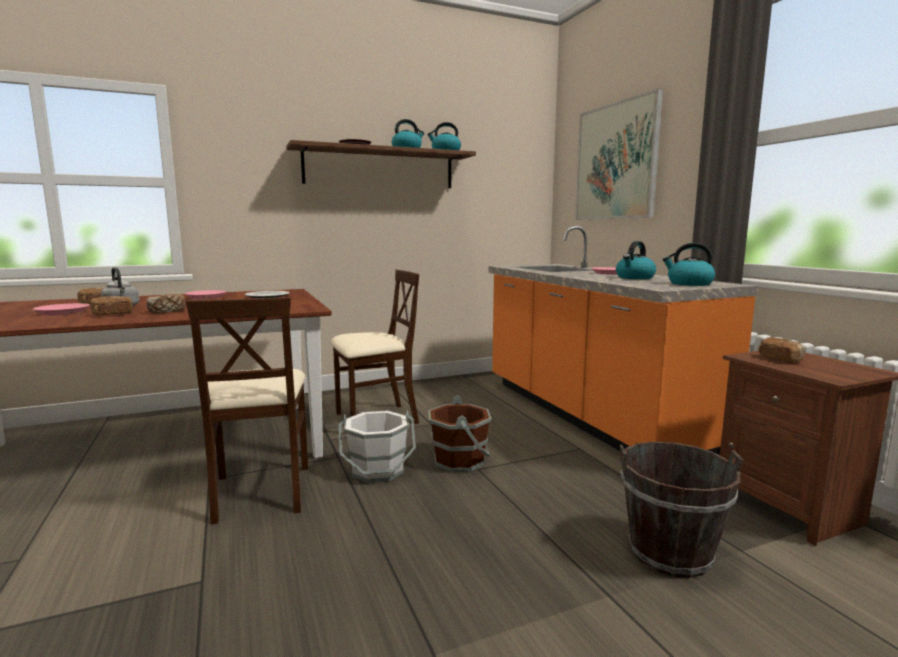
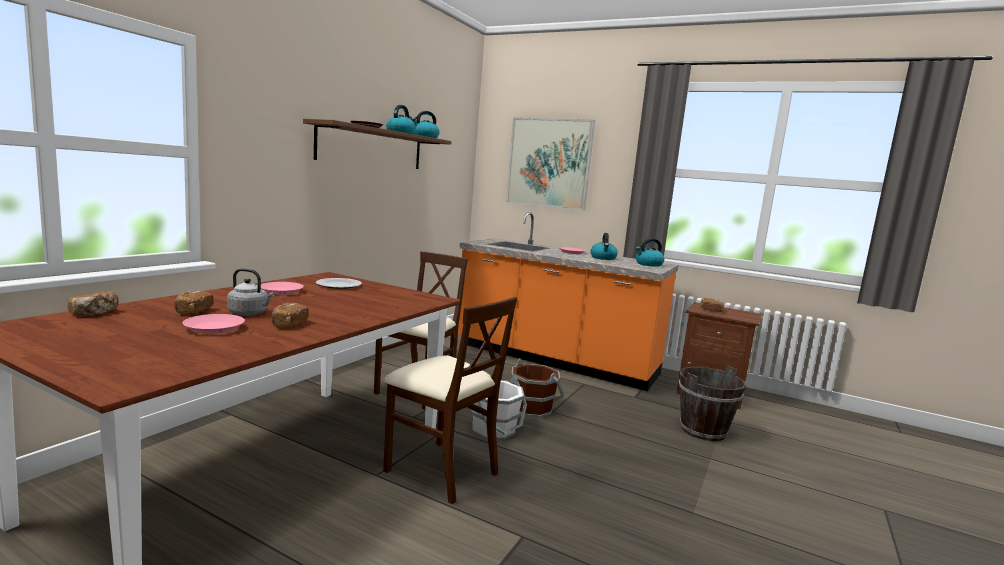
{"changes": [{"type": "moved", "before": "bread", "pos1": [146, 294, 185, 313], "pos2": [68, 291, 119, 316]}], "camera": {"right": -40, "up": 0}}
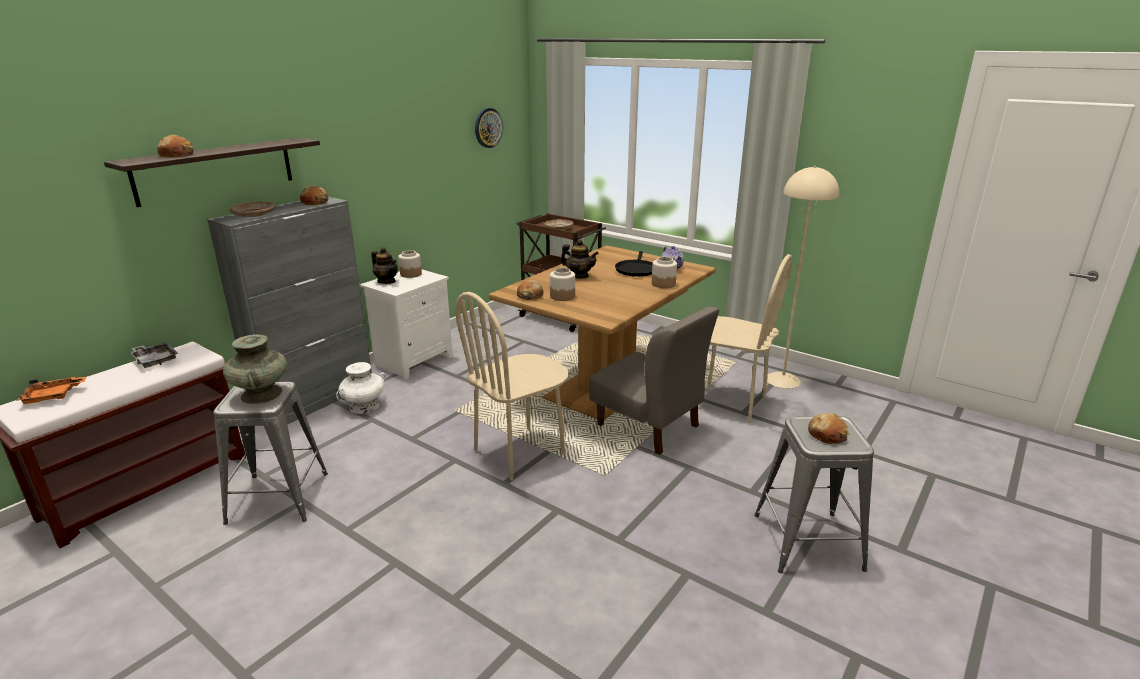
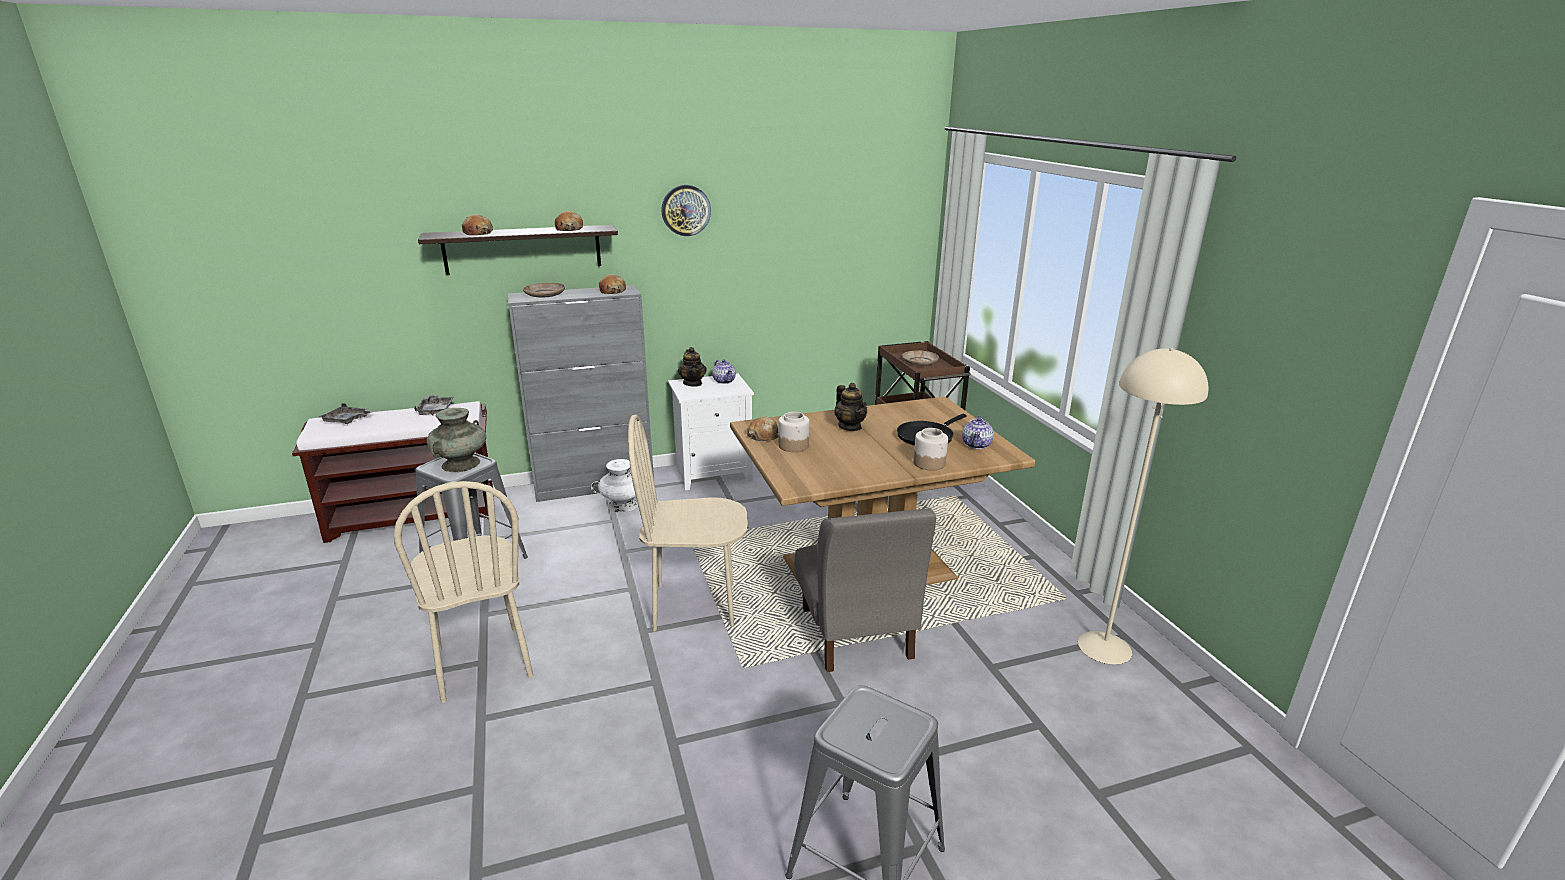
{"changes": [{"type": "recoloured", "before": "orange tray", "after": "grey tray", "pos1": [16, 377, 87, 404], "pos2": [319, 403, 373, 424]}, {"type": "replaced", "before": "jar", "after": "teapot", "pos1": [398, 250, 422, 278], "pos2": [712, 359, 736, 384]}, {"type": "moved", "before": "wall clock", "pos1": [475, 108, 503, 148], "pos2": [661, 185, 711, 236]}, {"type": "moved", "before": "beige chair", "pos1": [708, 254, 792, 422], "pos2": [394, 481, 533, 703]}, {"type": "moved", "before": "bread", "pos1": [808, 413, 849, 444], "pos2": [555, 211, 583, 231]}], "camera": {"right": 35, "up": 0}}
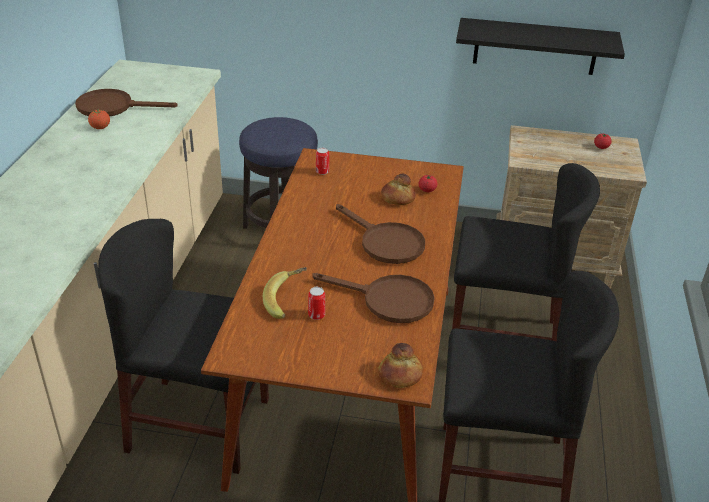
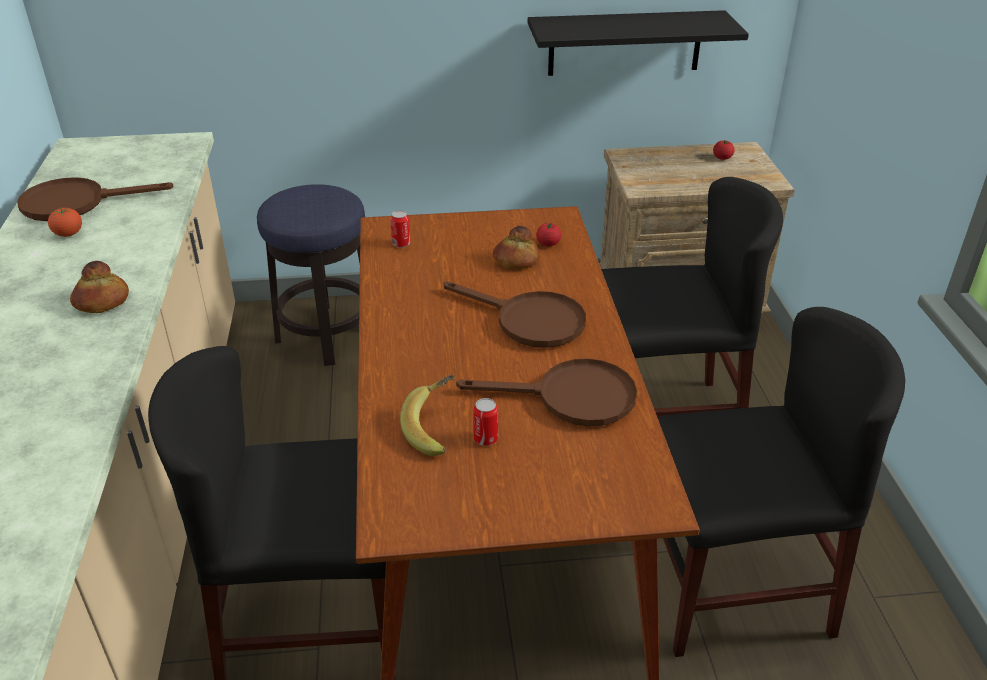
{"changes": [{"type": "moved", "before": "bread", "pos1": [378, 343, 423, 388], "pos2": [70, 261, 129, 313]}], "camera": {"right": -15, "up": 0}}
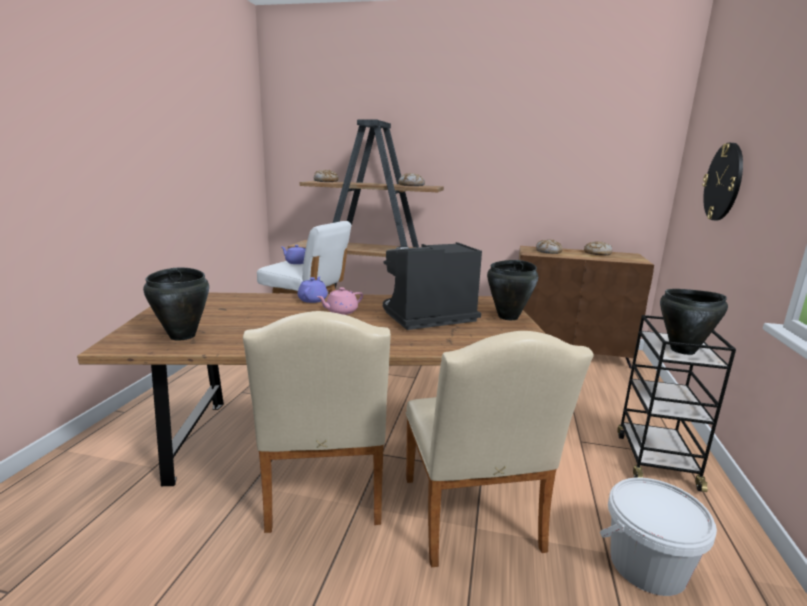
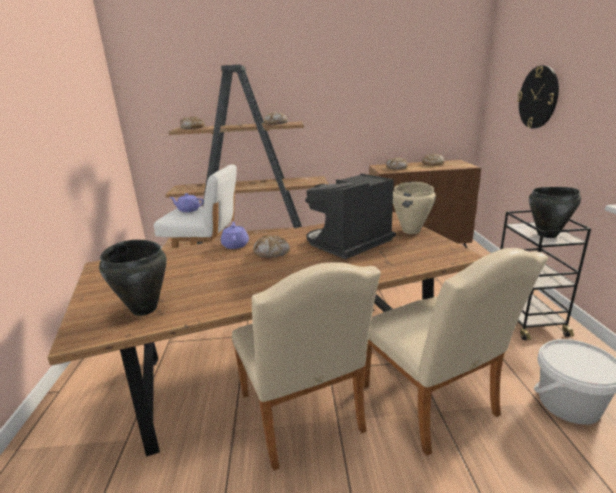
{"changes": [{"type": "replaced", "before": "pink teapot", "after": "bread", "pos1": [317, 287, 363, 315], "pos2": [253, 235, 290, 258]}, {"type": "recoloured", "before": "black cooking pot", "after": "beige cooking pot", "pos1": [487, 260, 538, 320], "pos2": [393, 182, 436, 234]}], "camera": {"right": -15, "up": 5}}
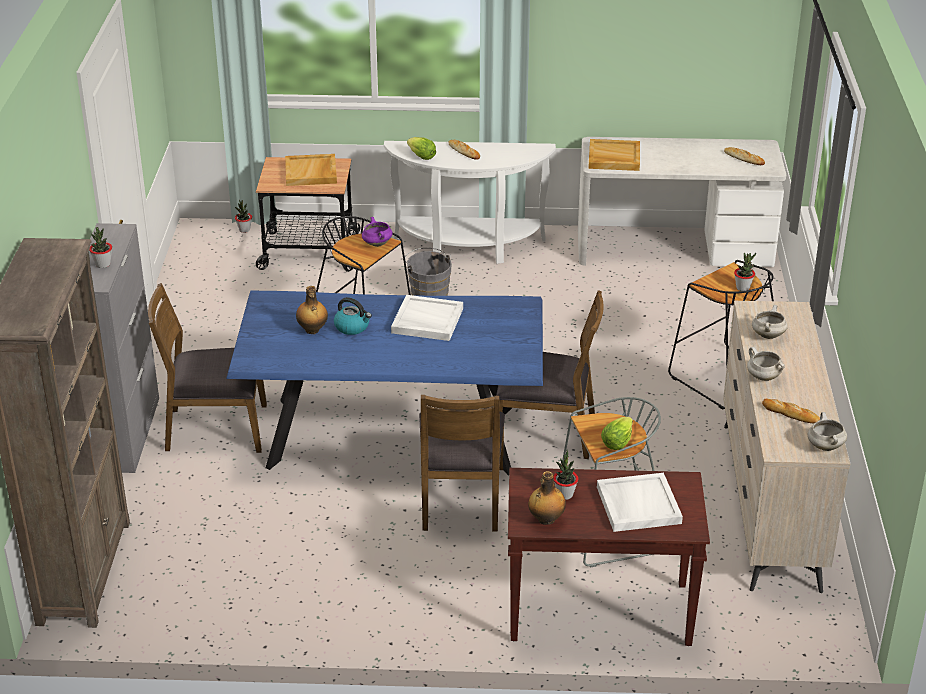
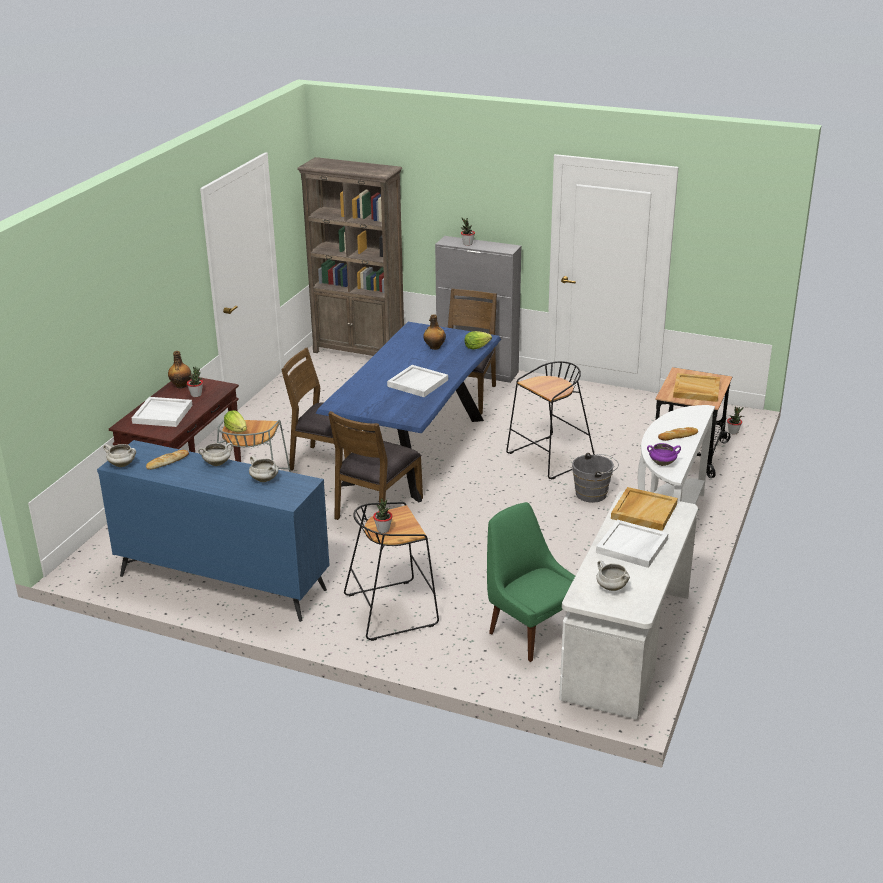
{"changes": [{"type": "removed", "before": "kettle", "pos1": [334, 297, 372, 335]}, {"type": "moved", "before": "purple cooking pot", "pos1": [362, 217, 393, 247], "pos2": [647, 443, 681, 466]}, {"type": "moved", "before": "lettuce", "pos1": [407, 137, 436, 160], "pos2": [465, 331, 492, 350]}, {"type": "recoloured", "before": "beige dresser", "after": "blue dresser", "pos1": [723, 301, 850, 593], "pos2": [97, 440, 330, 622]}, {"type": "replaced", "before": "bread", "after": "white cooking pot", "pos1": [724, 147, 765, 165], "pos2": [596, 560, 630, 591]}, {"type": "added", "after": "green chair", "pos2": [487, 502, 575, 662]}, {"type": "added", "after": "white tray", "pos2": [596, 520, 668, 568]}], "camera": {"right": 110, "up": -5}}
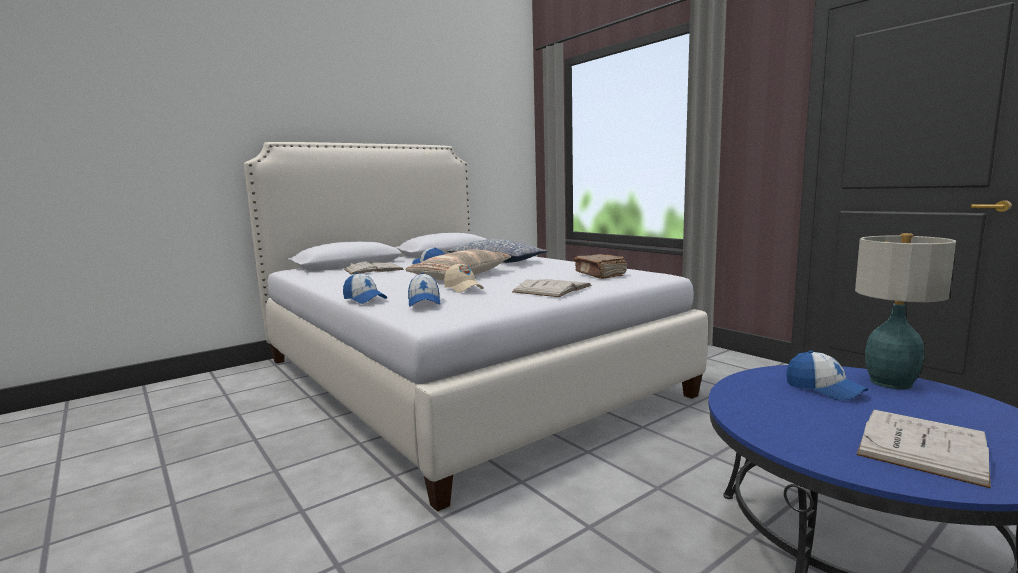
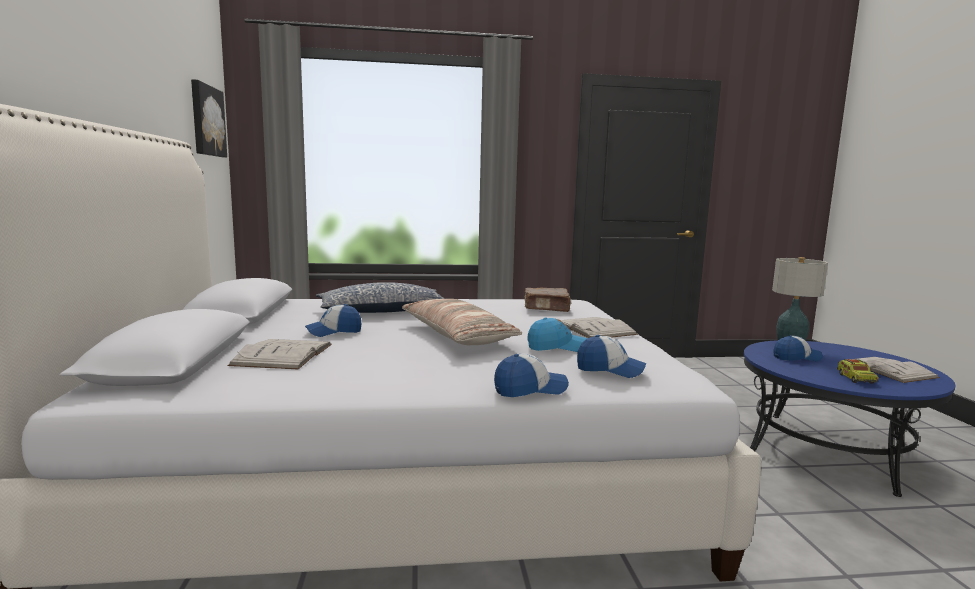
{"changes": [{"type": "recoloured", "before": "beige cap", "after": "blue cap", "pos1": [444, 263, 484, 293], "pos2": [527, 317, 587, 352]}, {"type": "added", "after": "picture", "pos2": [191, 79, 227, 158]}, {"type": "added", "after": "toy truck", "pos2": [837, 359, 879, 384]}], "camera": {"right": -60, "up": 0}}
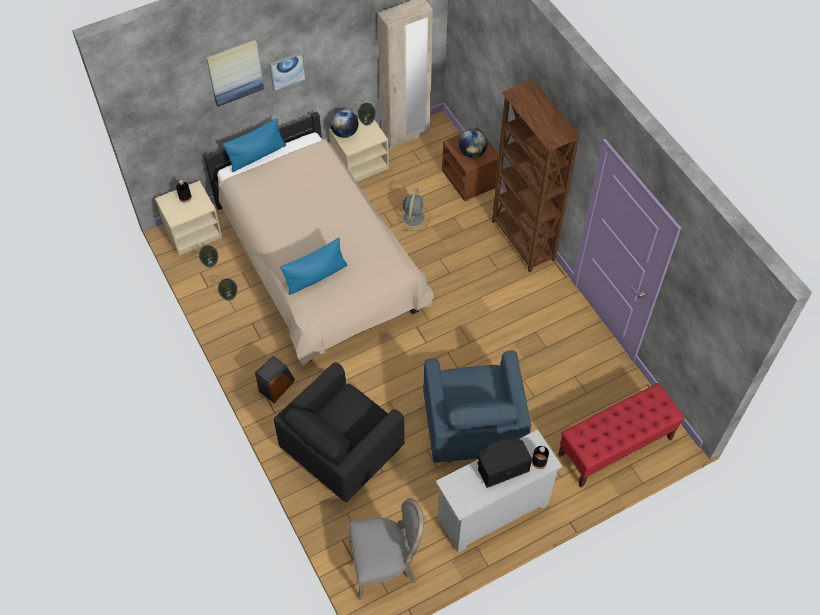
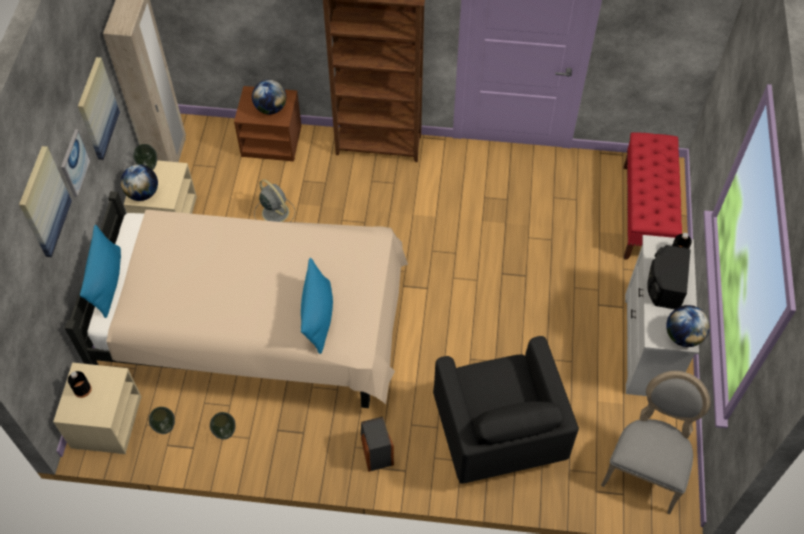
{"changes": [{"type": "removed", "before": "blue armchair", "pos1": [423, 351, 531, 463]}, {"type": "added", "after": "picture", "pos2": [78, 57, 120, 160]}, {"type": "added", "after": "globe", "pos2": [666, 305, 710, 347]}], "camera": {"right": -55, "up": 0}}
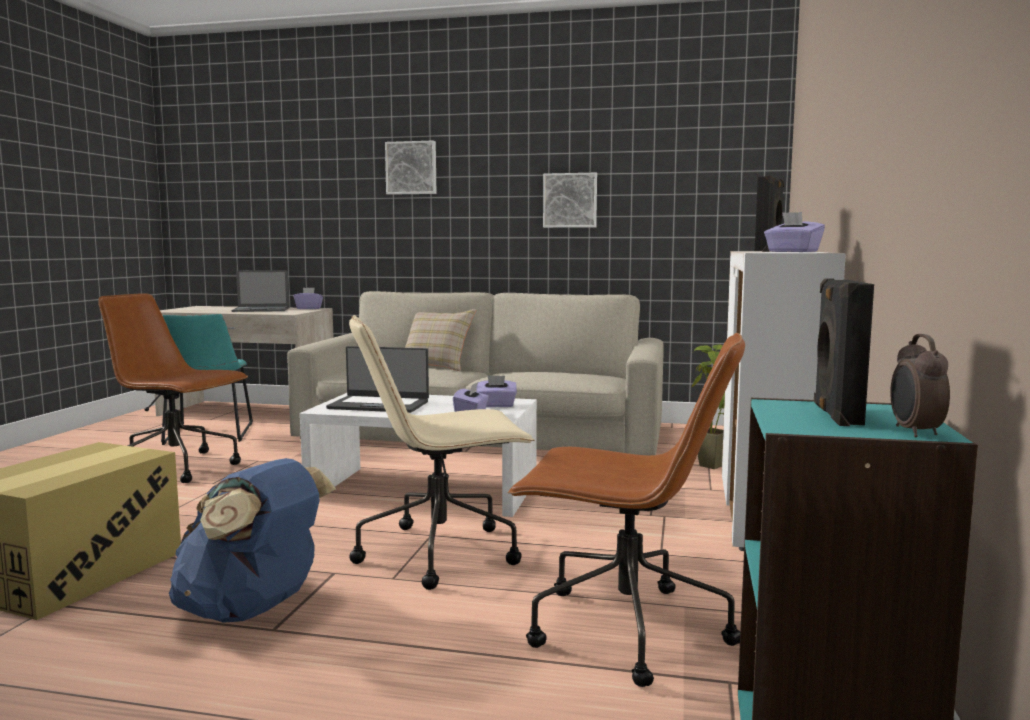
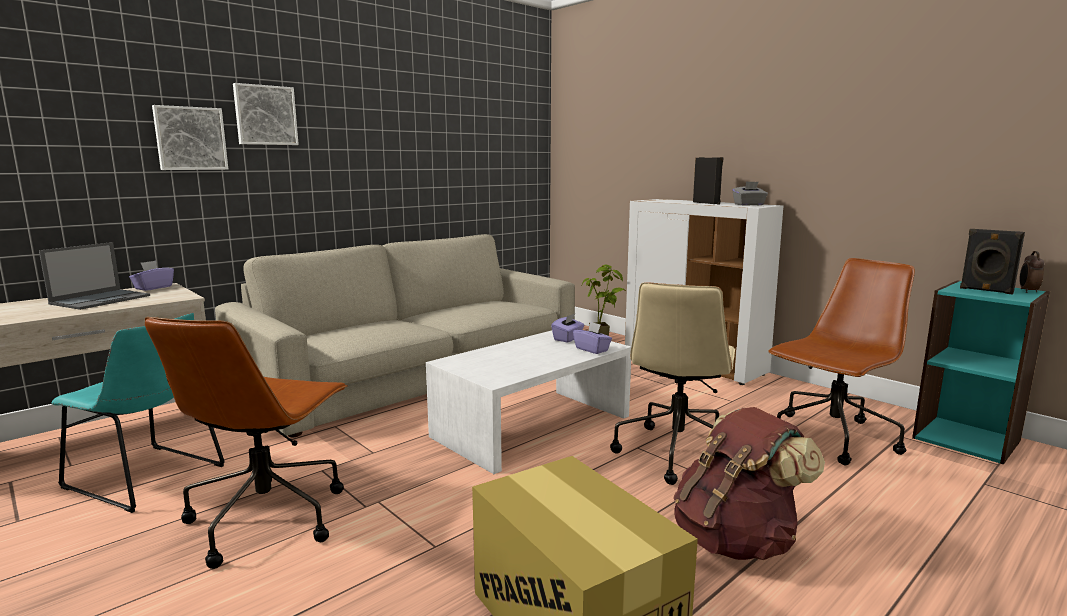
{"changes": [{"type": "turned", "before": "brown office chair", "pos1": [98, 293, 248, 483], "pos2": [145, 317, 348, 569], "turn": -45}, {"type": "recoloured", "before": "blue backpack", "after": "brown backpack", "pos1": [169, 458, 336, 623], "pos2": [673, 407, 825, 560]}, {"type": "removed", "before": "laptop", "pos1": [326, 346, 429, 413]}, {"type": "removed", "before": "beige pillow", "pos1": [405, 309, 476, 371]}, {"type": "moved", "before": "picture", "pos1": [543, 173, 597, 228], "pos2": [152, 105, 228, 170]}, {"type": "recoloured", "before": "purple tissue box", "after": "grey tissue box", "pos1": [764, 212, 825, 252], "pos2": [732, 181, 768, 206]}, {"type": "turned", "before": "alarm clock", "pos1": [890, 334, 950, 437], "pos2": [1019, 251, 1044, 293], "turn": 75}], "camera": {"right": -55, "up": 5}}
